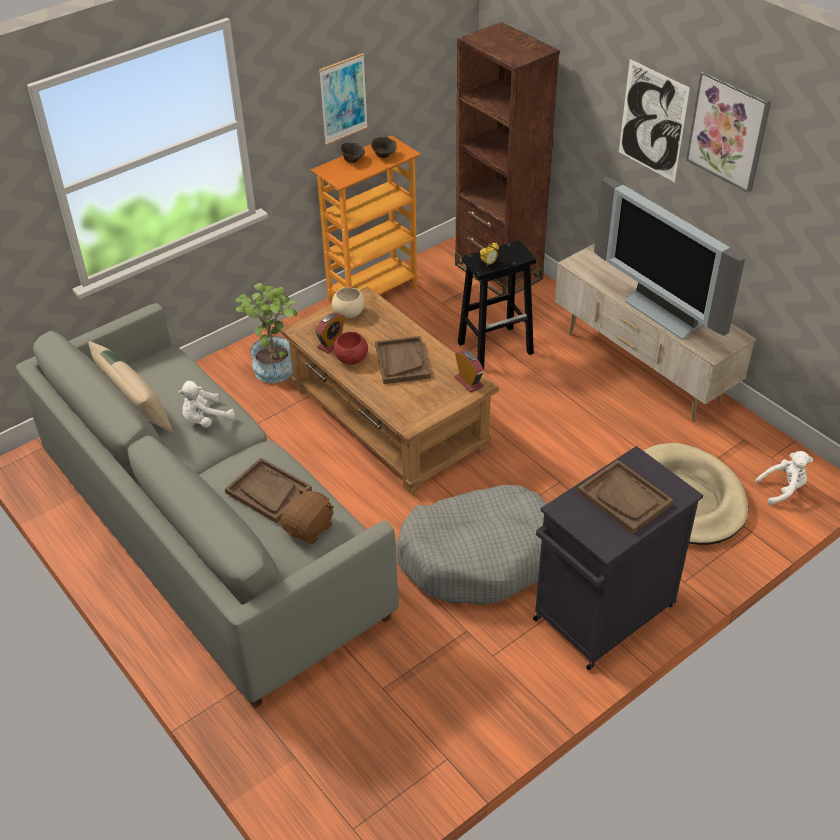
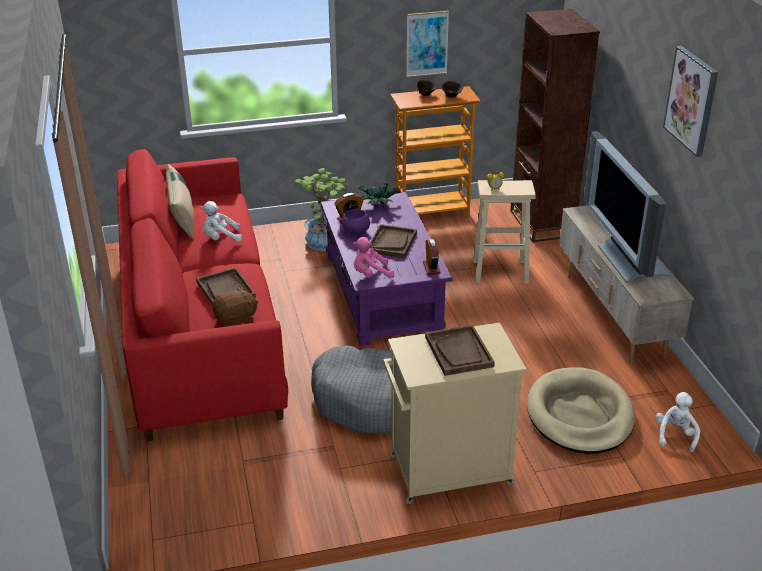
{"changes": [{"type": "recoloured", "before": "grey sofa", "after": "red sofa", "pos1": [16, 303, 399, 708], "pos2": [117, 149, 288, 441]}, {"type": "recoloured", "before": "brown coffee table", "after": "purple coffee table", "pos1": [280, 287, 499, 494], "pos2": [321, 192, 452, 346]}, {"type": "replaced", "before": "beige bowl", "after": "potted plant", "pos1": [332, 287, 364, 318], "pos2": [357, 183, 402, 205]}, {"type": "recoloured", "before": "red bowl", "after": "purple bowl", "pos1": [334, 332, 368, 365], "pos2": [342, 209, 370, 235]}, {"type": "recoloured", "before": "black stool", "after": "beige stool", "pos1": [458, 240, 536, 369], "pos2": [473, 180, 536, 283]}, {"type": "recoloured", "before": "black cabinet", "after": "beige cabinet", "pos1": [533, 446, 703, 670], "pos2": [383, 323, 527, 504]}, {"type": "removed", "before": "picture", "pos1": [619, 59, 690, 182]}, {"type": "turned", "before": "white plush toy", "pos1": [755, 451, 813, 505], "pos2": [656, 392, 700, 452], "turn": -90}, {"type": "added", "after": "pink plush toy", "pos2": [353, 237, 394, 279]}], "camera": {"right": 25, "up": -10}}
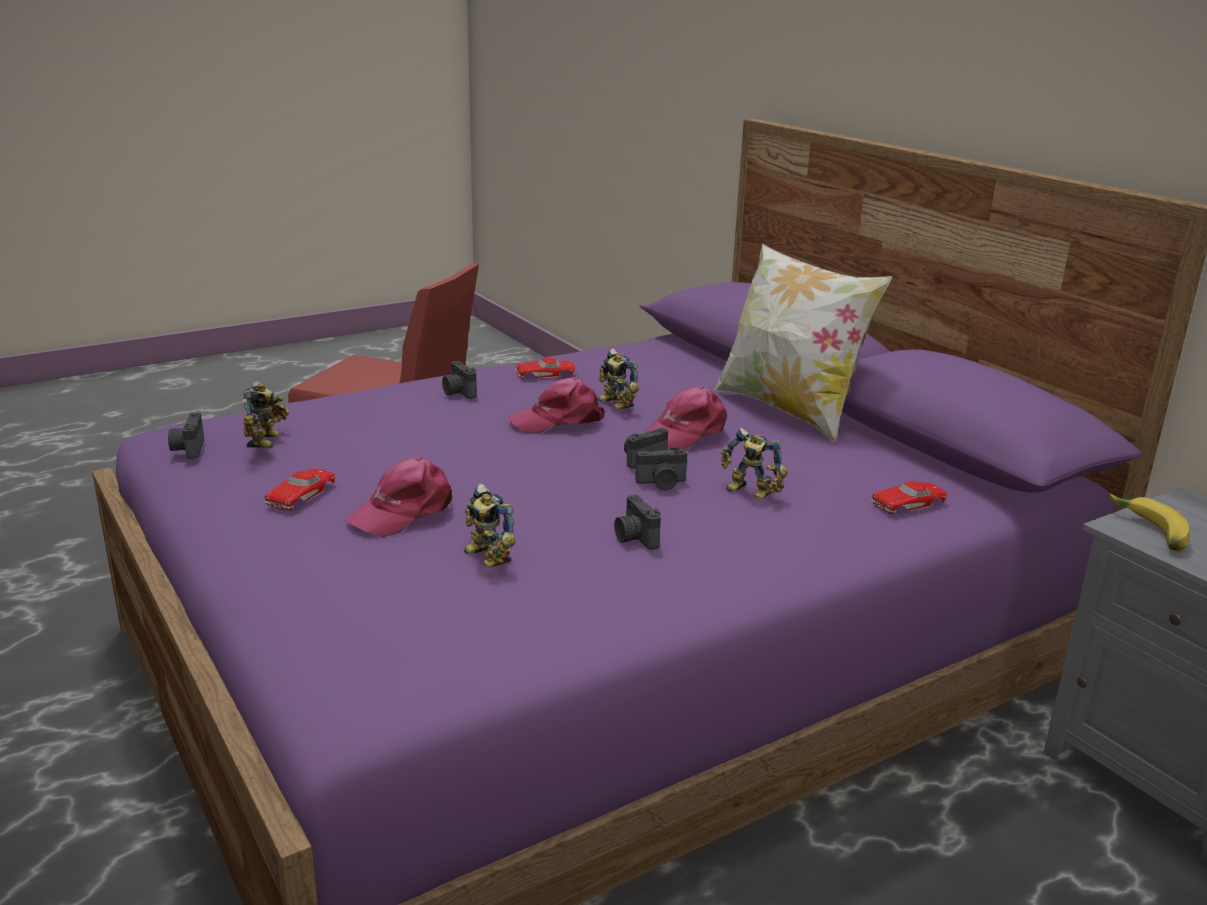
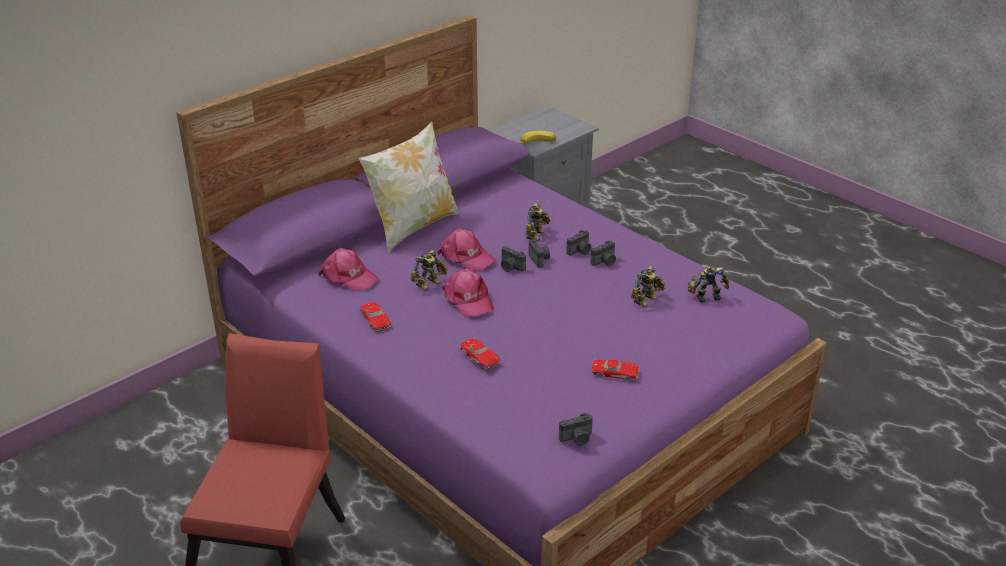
{"changes": [{"type": "moved", "before": "toy robot", "pos1": [243, 381, 289, 448], "pos2": [688, 266, 730, 302]}, {"type": "moved", "before": "pink cap", "pos1": [345, 457, 452, 537], "pos2": [318, 248, 378, 291]}, {"type": "moved", "before": "photo camera", "pos1": [442, 361, 477, 399], "pos2": [566, 230, 591, 256]}, {"type": "moved", "before": "red toy car", "pos1": [871, 481, 947, 514], "pos2": [460, 338, 500, 370]}], "camera": {"right": -100, "up": 10}}
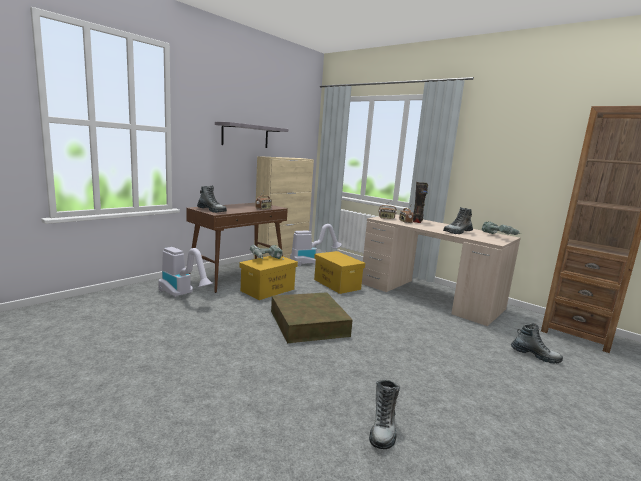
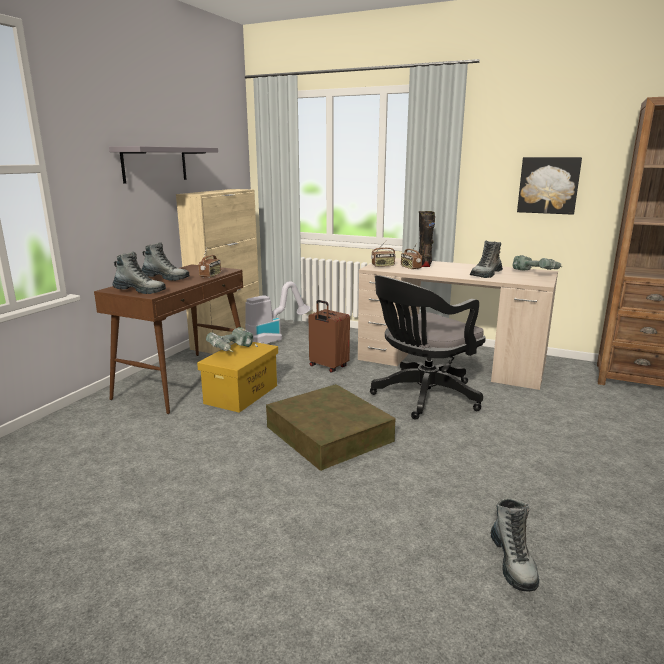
{"changes": [{"type": "removed", "before": "vacuum cleaner", "pos1": [158, 247, 213, 298]}, {"type": "replaced", "before": "yellow storage box", "after": "brown suitcase", "pos1": [314, 251, 365, 294], "pos2": [309, 300, 350, 373]}, {"type": "moved", "before": "boot", "pos1": [511, 323, 563, 363], "pos2": [142, 242, 189, 281]}, {"type": "added", "after": "black office chair", "pos2": [370, 275, 486, 420]}, {"type": "added", "after": "picture", "pos2": [517, 157, 582, 215]}], "camera": {"right": -15, "up": 5}}
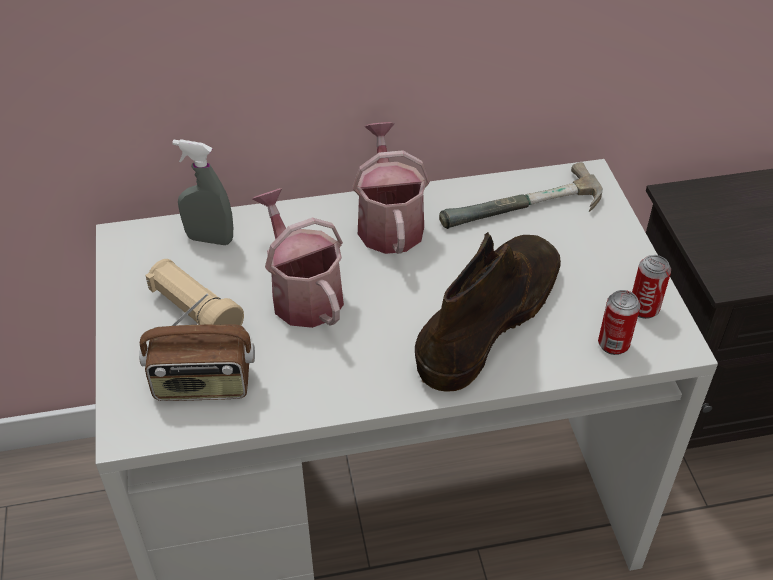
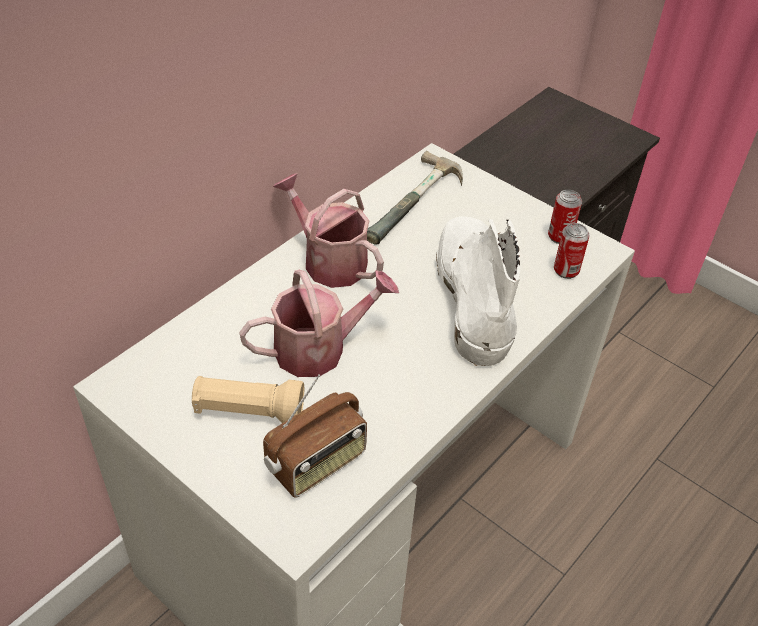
{"changes": [{"type": "removed", "before": "grey spray bottle", "pos1": [172, 139, 233, 245]}, {"type": "turned", "before": "watering can", "pos1": [252, 188, 344, 328], "pos2": [239, 270, 399, 377], "turn": 135}, {"type": "recoloured", "before": "brown boot", "after": "white boot", "pos1": [415, 232, 561, 392], "pos2": [436, 216, 520, 366]}], "camera": {"right": -40, "up": 0}}
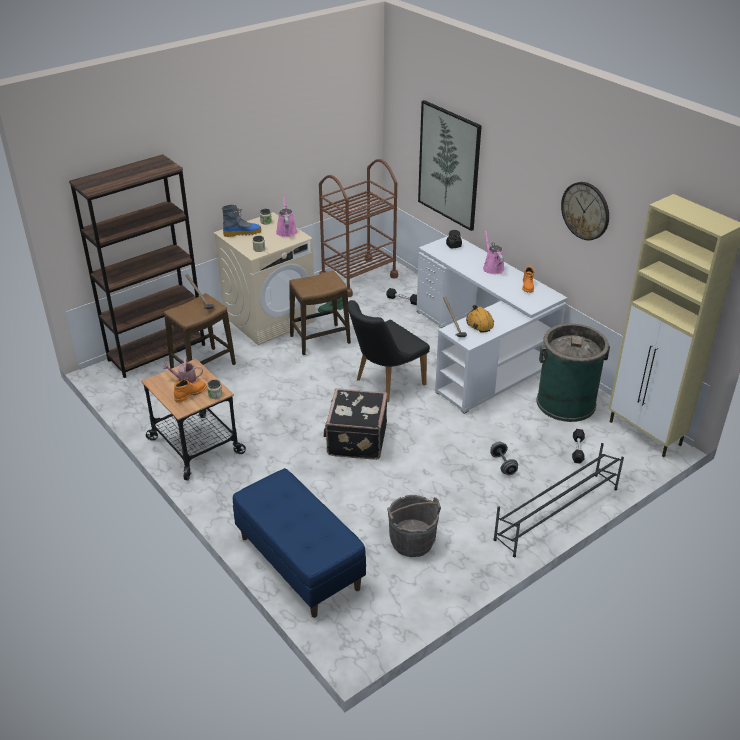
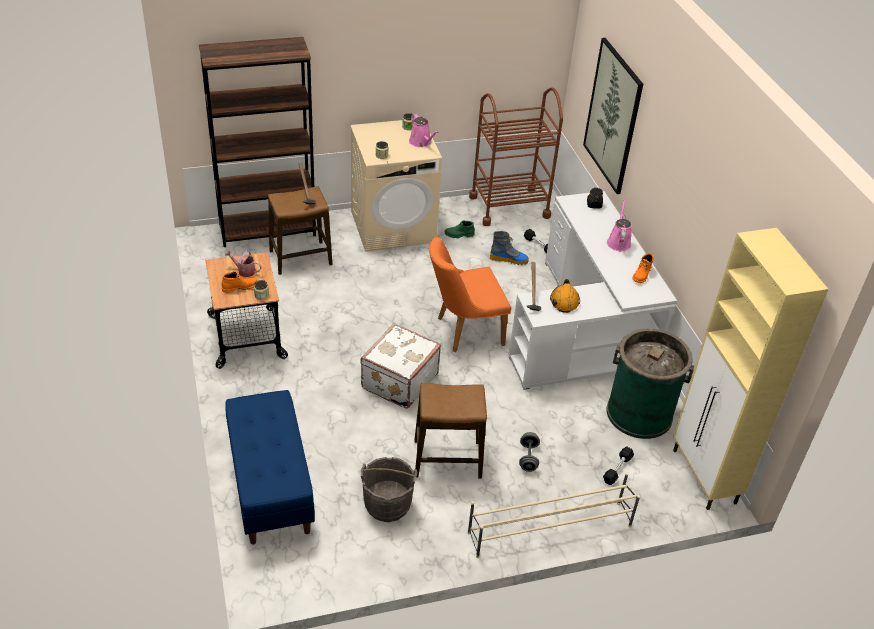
{"changes": [{"type": "moved", "before": "boot", "pos1": [222, 205, 261, 237], "pos2": [490, 231, 529, 265]}, {"type": "turned", "before": "pink watering can", "pos1": [276, 194, 297, 237], "pos2": [409, 114, 439, 148], "turn": 135}, {"type": "moved", "before": "stool", "pos1": [289, 270, 351, 355], "pos2": [414, 383, 487, 478]}, {"type": "recoloured", "before": "black suitcase", "after": "white suitcase", "pos1": [323, 388, 387, 460], "pos2": [361, 323, 441, 409]}, {"type": "recoloured", "before": "black chair", "after": "orange chair", "pos1": [348, 300, 430, 402], "pos2": [429, 237, 511, 352]}, {"type": "recoloured", "before": "black shoe rack", "after": "beige shoe rack", "pos1": [493, 443, 624, 557], "pos2": [468, 472, 640, 558]}, {"type": "removed", "before": "wall clock", "pos1": [561, 182, 609, 240]}], "camera": {"right": 20, "up": 5}}
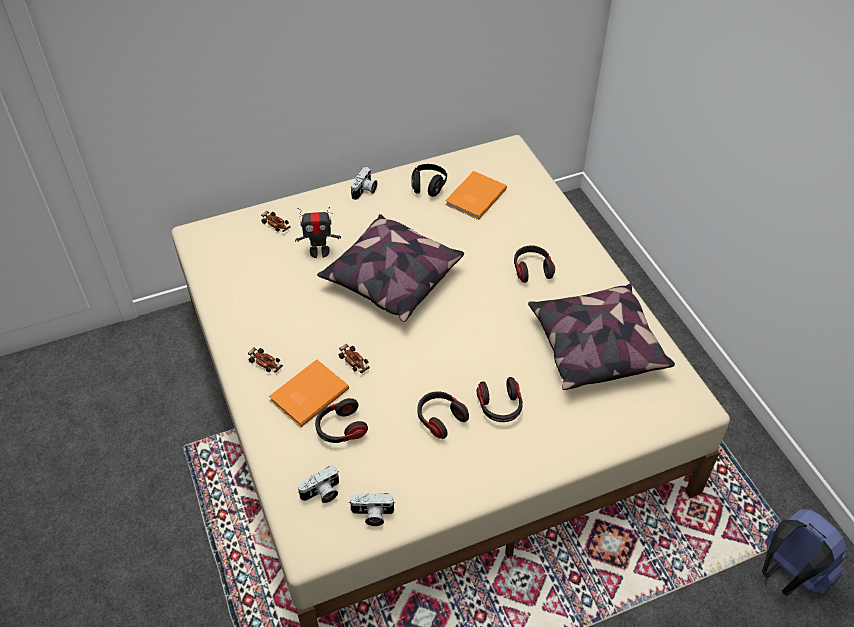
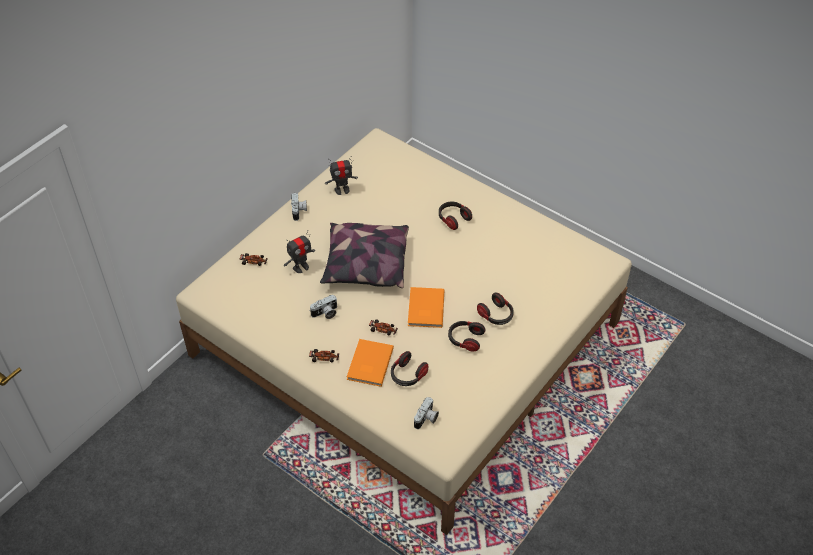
{"changes": [{"type": "moved", "before": "photo camera", "pos1": [349, 493, 396, 526], "pos2": [310, 295, 337, 319]}, {"type": "replaced", "before": "black headphones", "after": "toy robot", "pos1": [411, 164, 447, 197], "pos2": [325, 157, 358, 195]}, {"type": "moved", "before": "orange book", "pos1": [445, 171, 507, 220], "pos2": [408, 287, 444, 328]}, {"type": "removed", "before": "pillow", "pos1": [528, 284, 675, 390]}, {"type": "removed", "before": "blue backpack", "pos1": [762, 509, 846, 596]}], "camera": {"right": -30, "up": 0}}
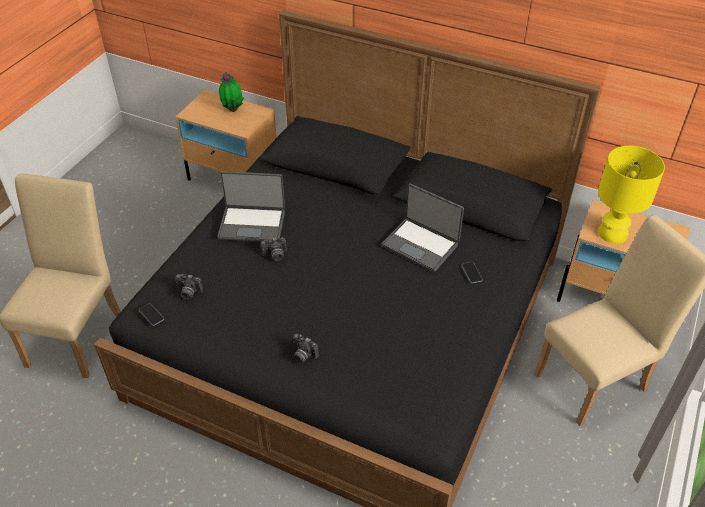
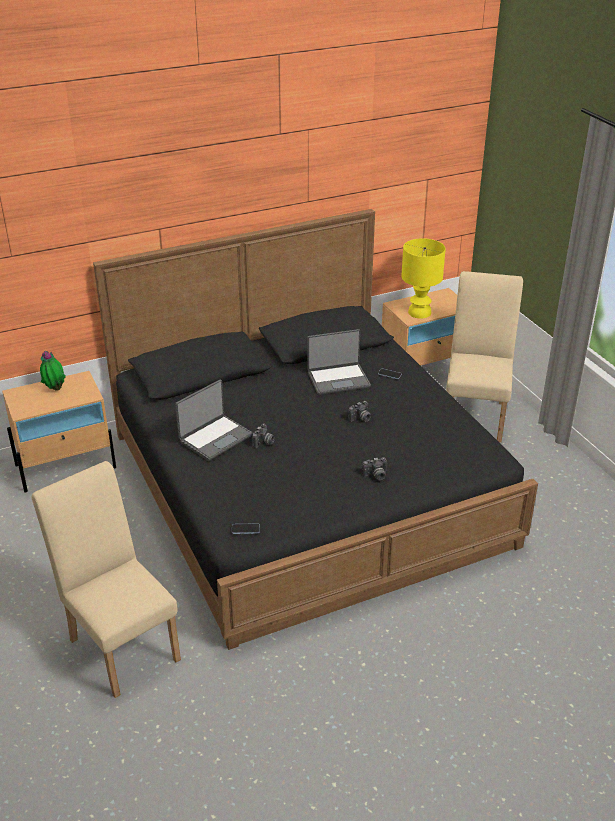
{"changes": [{"type": "moved", "before": "photo camera", "pos1": [175, 274, 203, 299], "pos2": [348, 401, 371, 422]}], "camera": {"right": -50, "up": -10}}
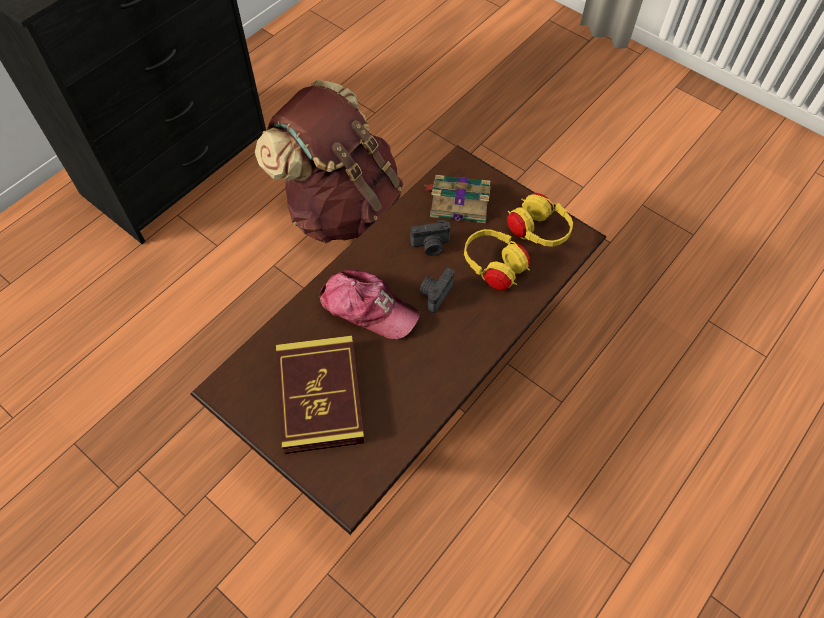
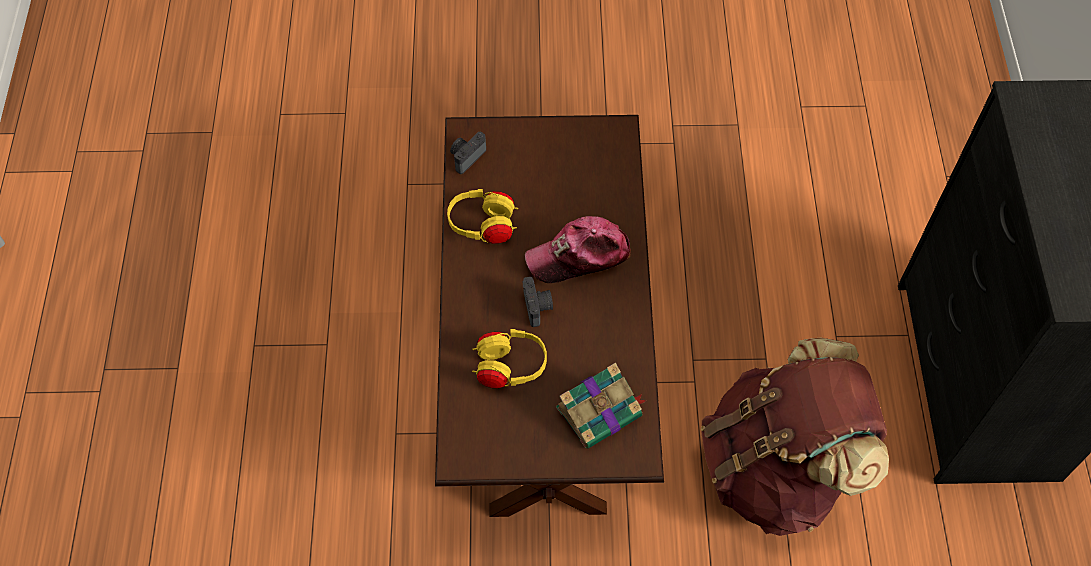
{"changes": [{"type": "removed", "before": "book", "pos1": [276, 335, 365, 454]}, {"type": "moved", "before": "photo camera", "pos1": [411, 220, 451, 256], "pos2": [450, 132, 486, 174]}, {"type": "moved", "before": "yellow headphones", "pos1": [507, 193, 573, 247], "pos2": [447, 189, 518, 244]}], "camera": {"right": 140, "up": 0}}
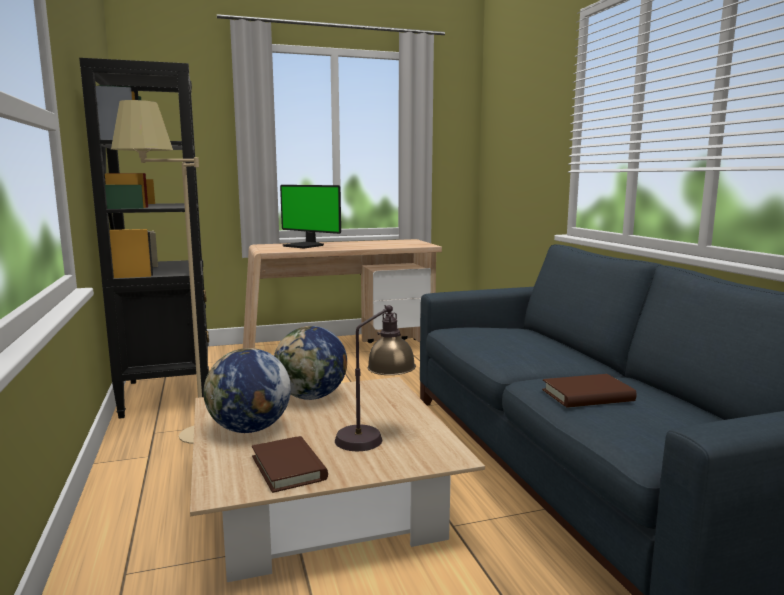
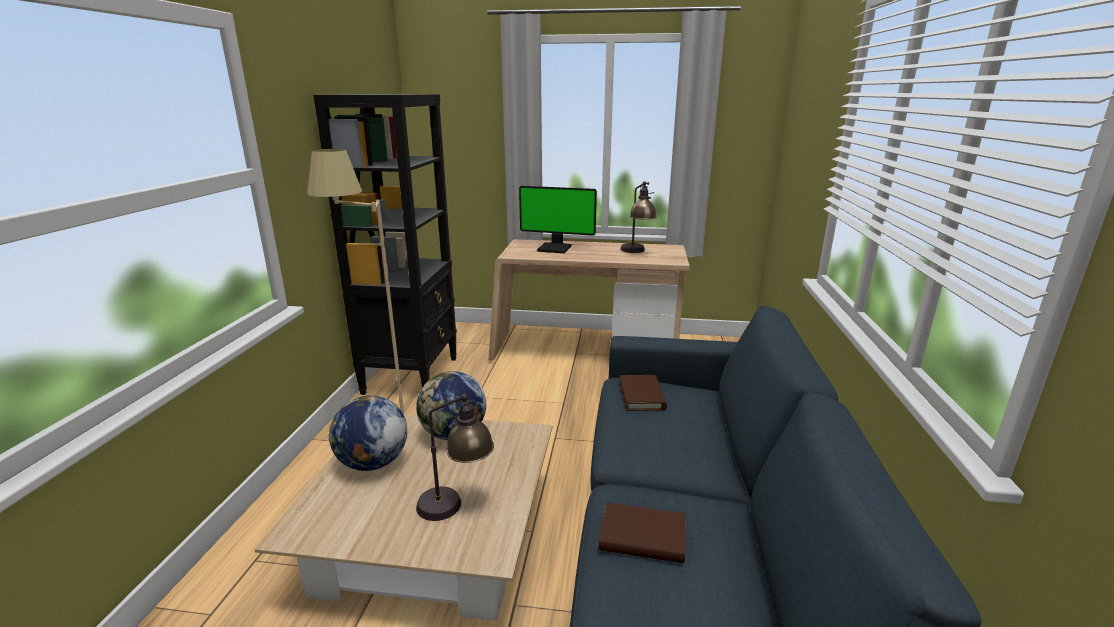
{"changes": [{"type": "moved", "before": "brown book", "pos1": [252, 436, 328, 493], "pos2": [619, 375, 667, 411]}, {"type": "turned", "before": "monitor", "pos1": [280, 185, 341, 249], "pos2": [519, 186, 597, 253], "turn": -45}, {"type": "added", "after": "table lamp", "pos2": [620, 182, 656, 253]}], "camera": {"right": 25, "up": 10}}
